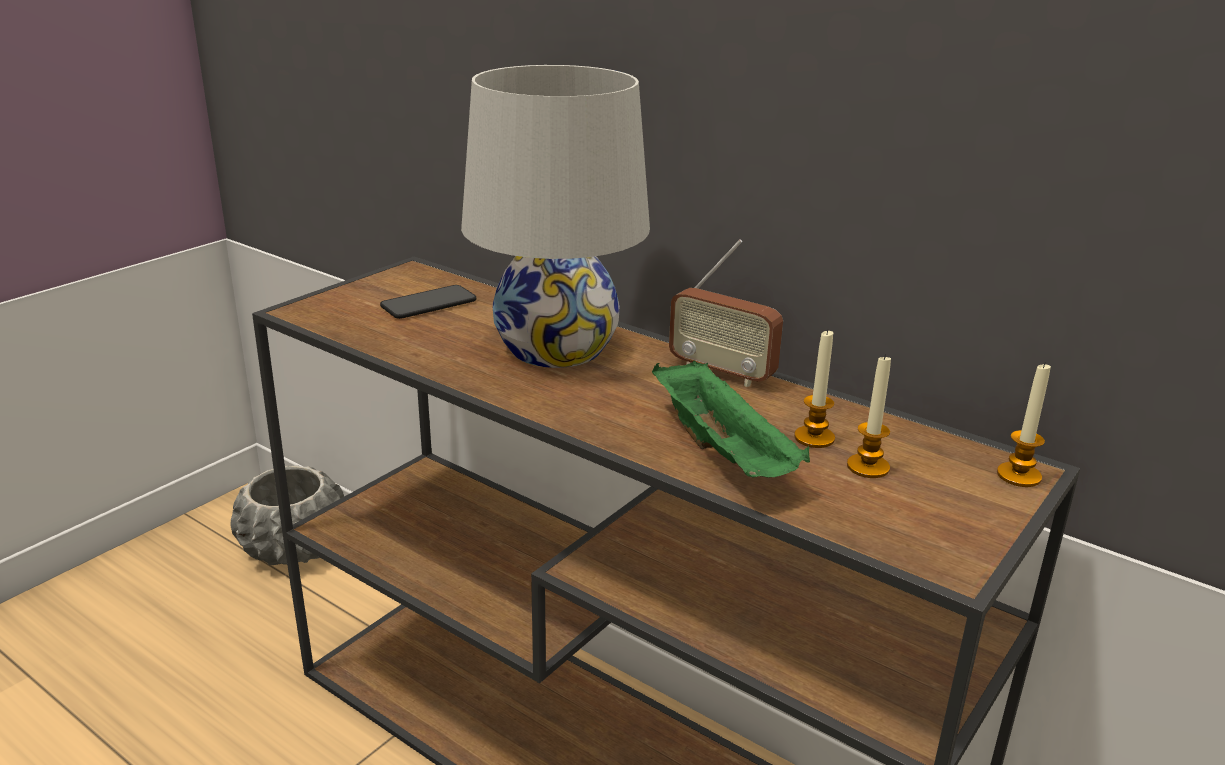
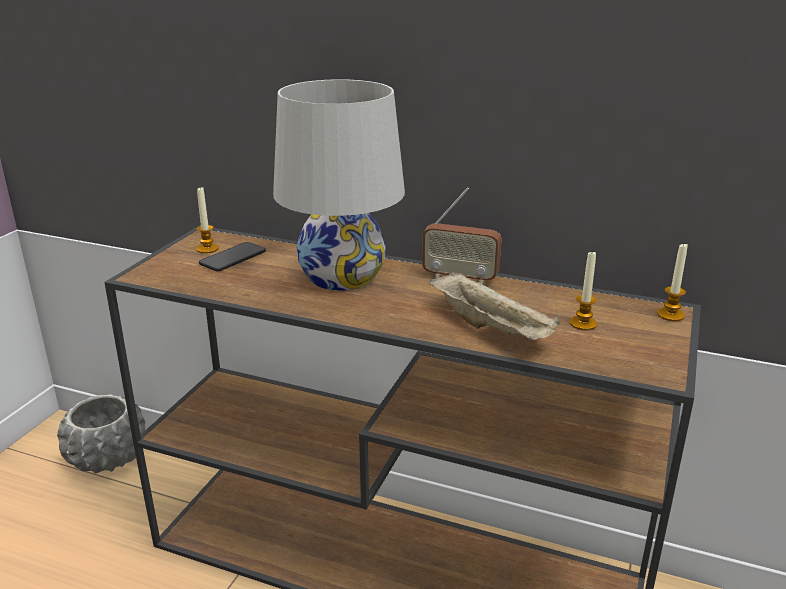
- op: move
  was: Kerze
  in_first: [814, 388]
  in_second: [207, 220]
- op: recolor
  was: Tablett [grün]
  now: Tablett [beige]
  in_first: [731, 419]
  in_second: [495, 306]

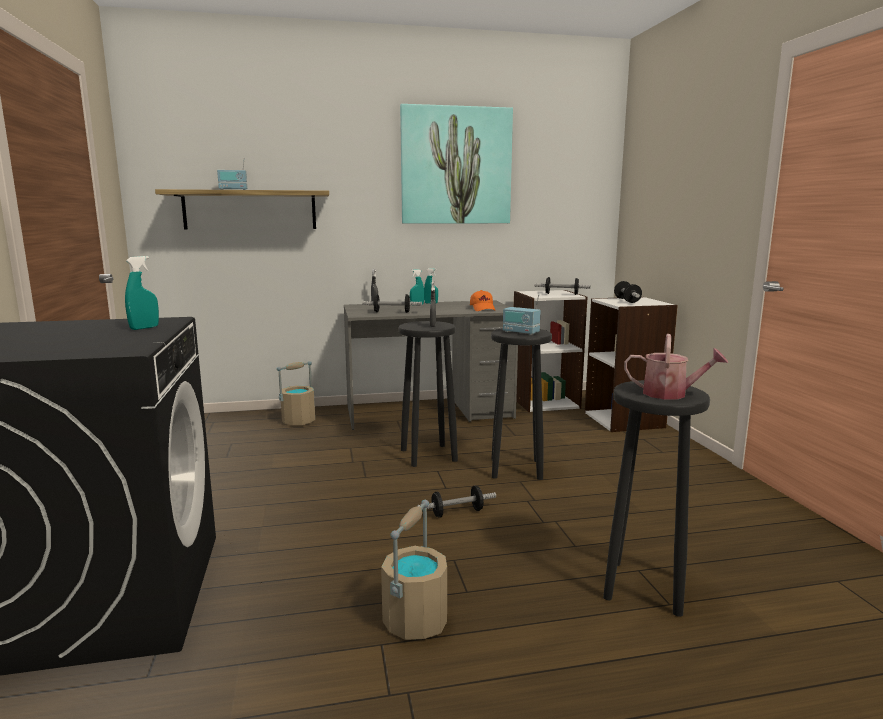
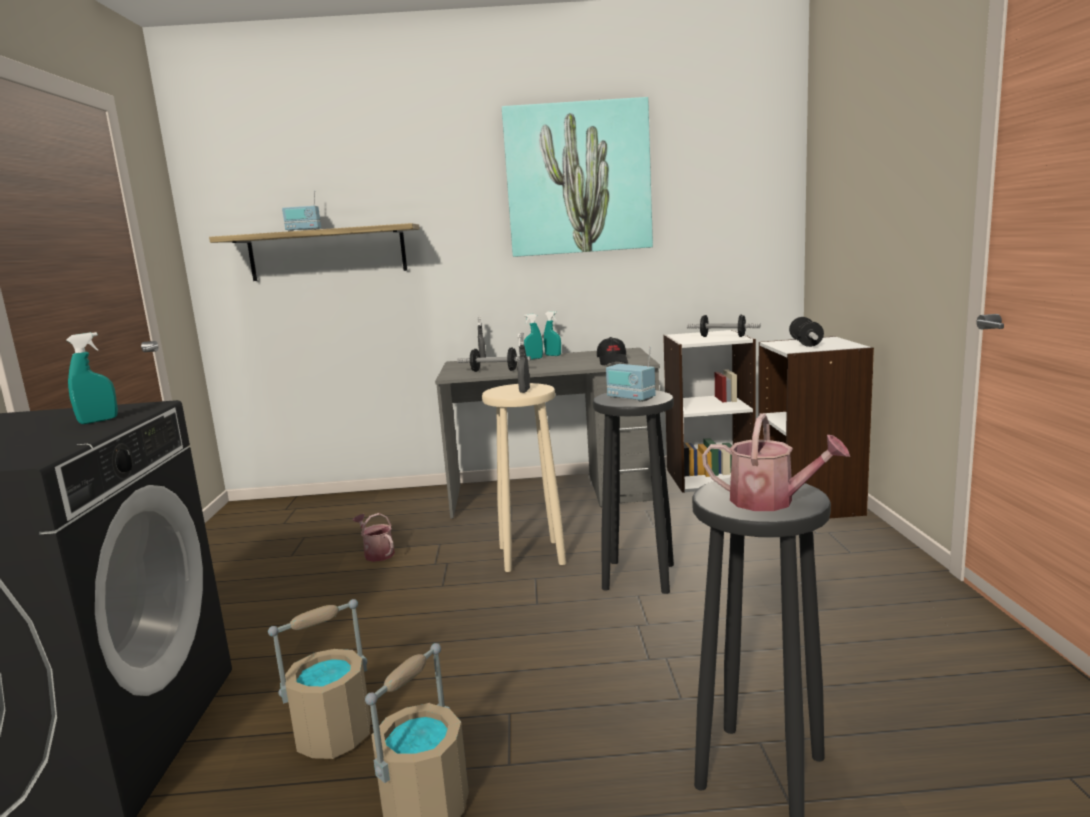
- op: recolor
  was: Kappe [orange]
  now: Kappe [schwarz]
  in_first: [482, 300]
  in_second: [612, 351]
- op: recolor
  was: Hocker [schwarz]
  now: Hocker [beige]
  in_first: [428, 394]
  in_second: [524, 477]
- op: move
  was: Eimer [beige]
  in_first: [296, 393]
  in_second: [319, 679]
- op: delete
  was: Hantel
  in_first: [456, 501]
- op: insert
  now: Gießkanne
  in_second: [374, 537]

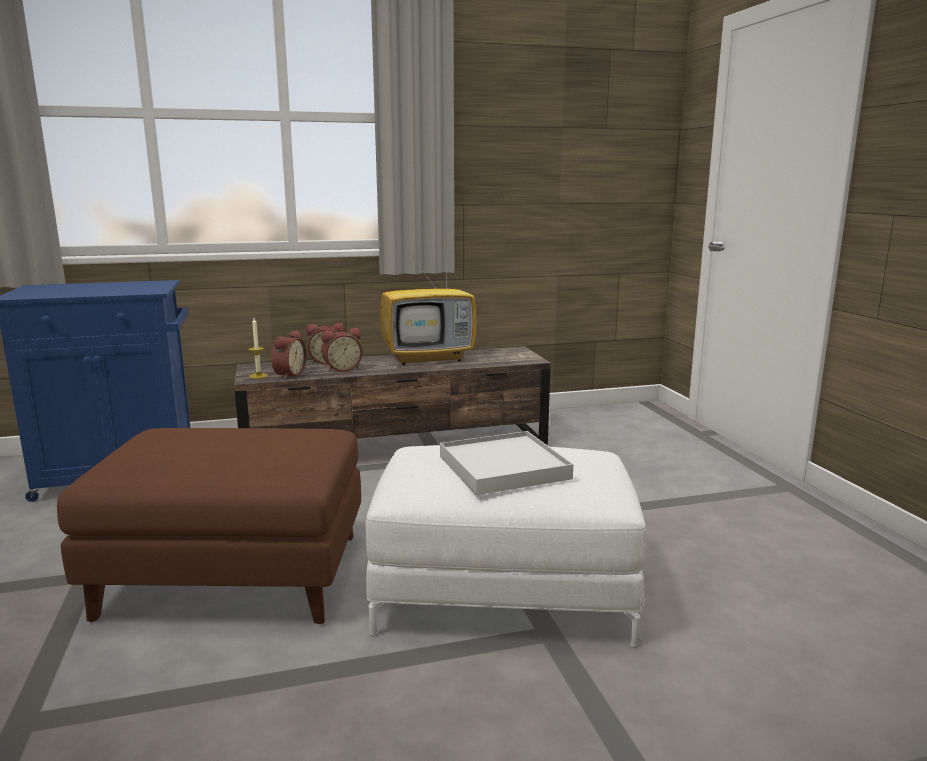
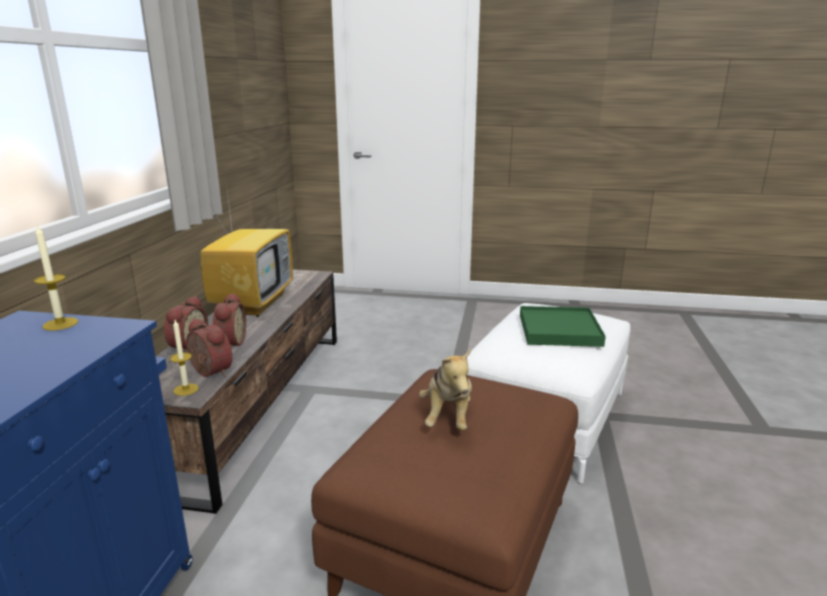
- op: recolor
  was: Tablett [weiß]
  now: Tablett [grün]
  in_first: [506, 463]
  in_second: [563, 326]
- op: insert
  now: Kerze
  in_second: [56, 277]
- op: insert
  now: Plüschtier
  in_second: [445, 390]

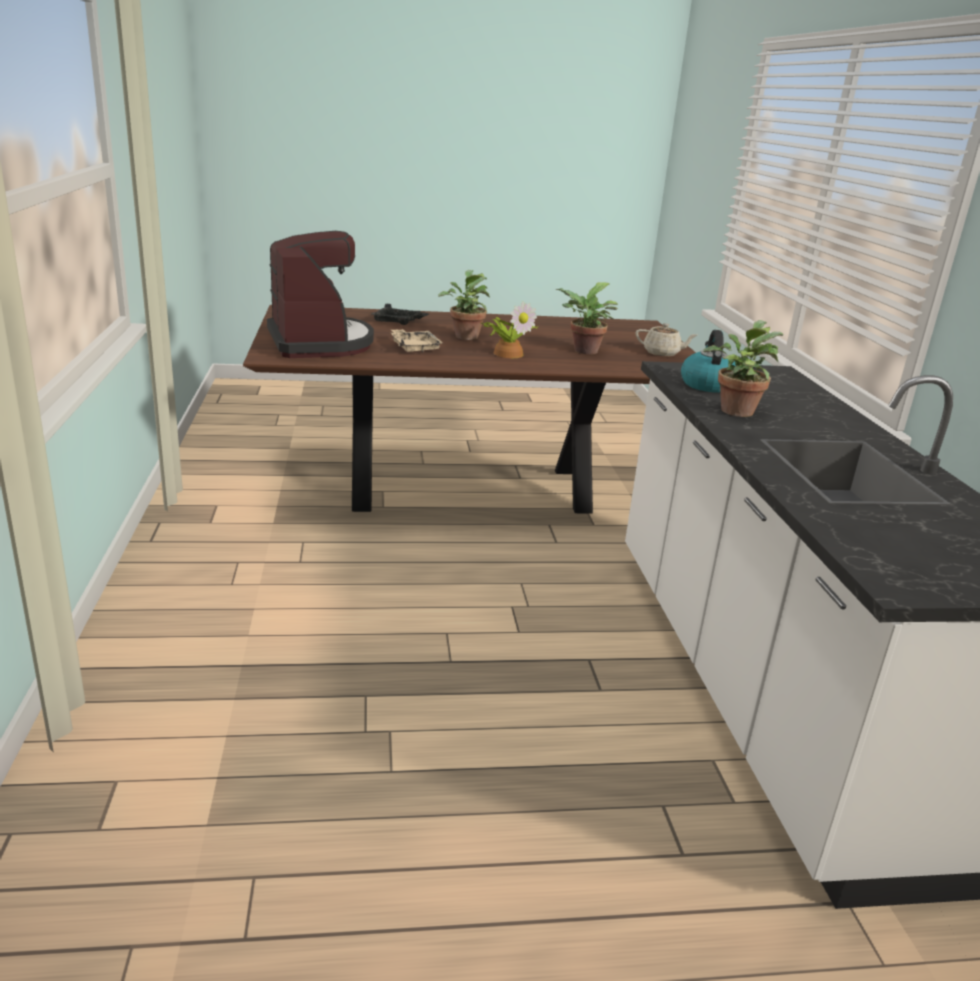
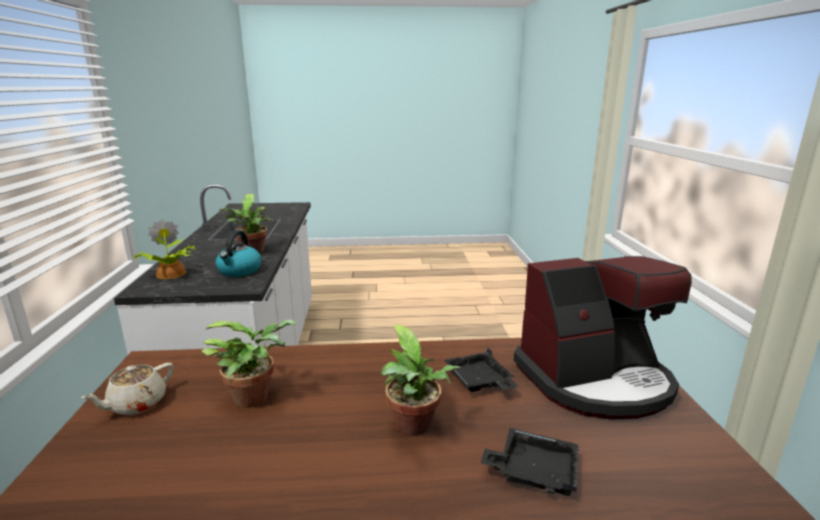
- op: rotate
  was: Kaffeemaschine
  in_first: [320, 294]
  in_second: [603, 338]
  clockwise: -90
- op: move
  was: Topfpflanze
  in_first: [509, 329]
  in_second: [164, 249]
- op: rotate
  was: Teekanne [beige]
  in_first: [666, 339]
  in_second: [127, 389]
  clockwise: -75
- op: recolor
  was: Tablett [beige]
  now: Tablett [schwarz]
  in_first: [417, 340]
  in_second: [481, 370]

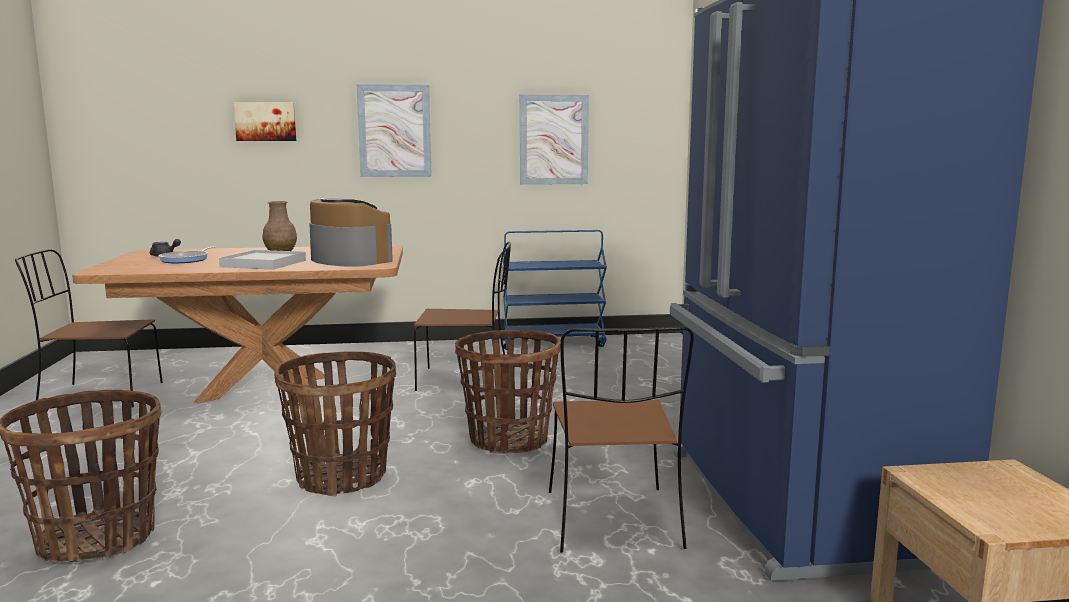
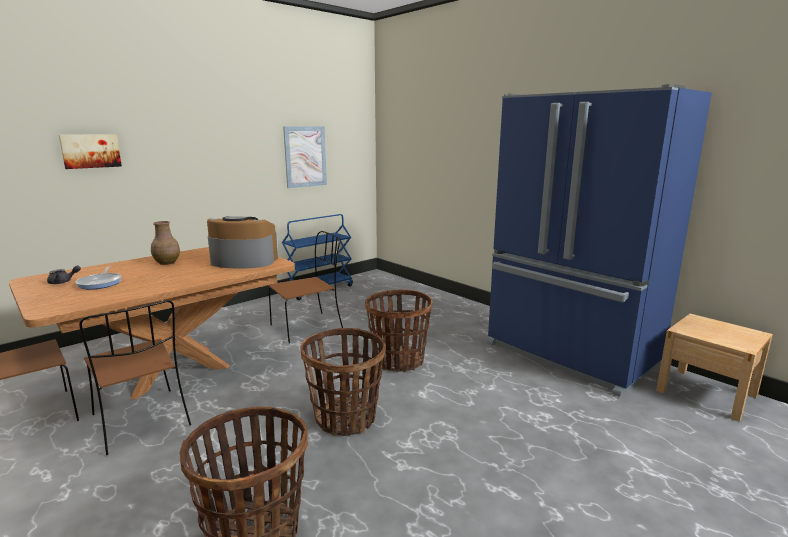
- op: delete
  was: Bild
  in_first: [394, 130]
- op: delete
  was: Tablett [weiß]
  in_first: [262, 260]
- op: move
  was: Stuhl [braun]
  in_first: [621, 439]
  in_second: [135, 377]

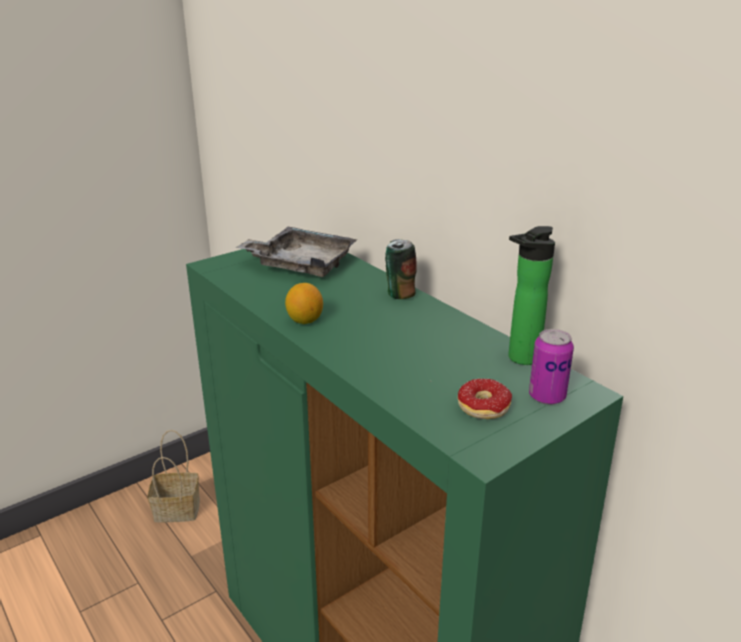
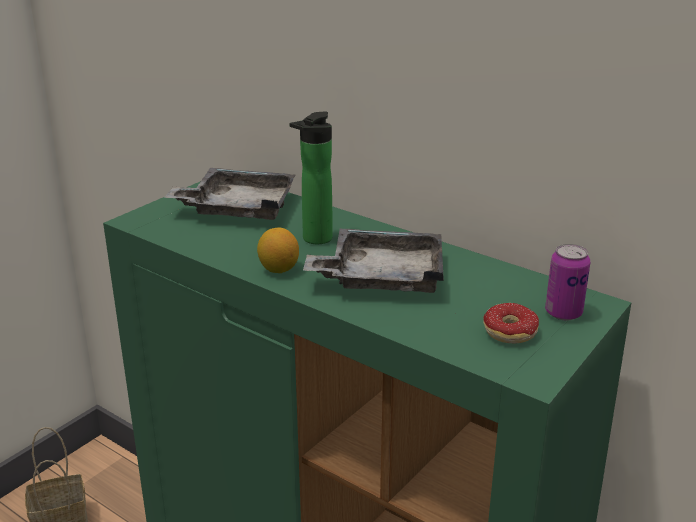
- op: move
  was: Flasche
  in_first: [531, 295]
  in_second: [311, 178]
- op: delete
  was: Dose
  in_first: [401, 269]
- op: insert
  now: Tablett [grau]
  in_second: [373, 260]

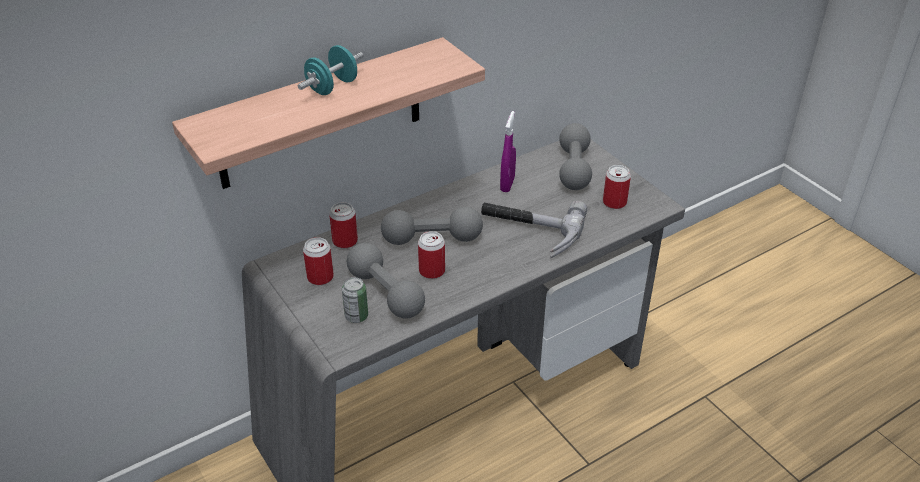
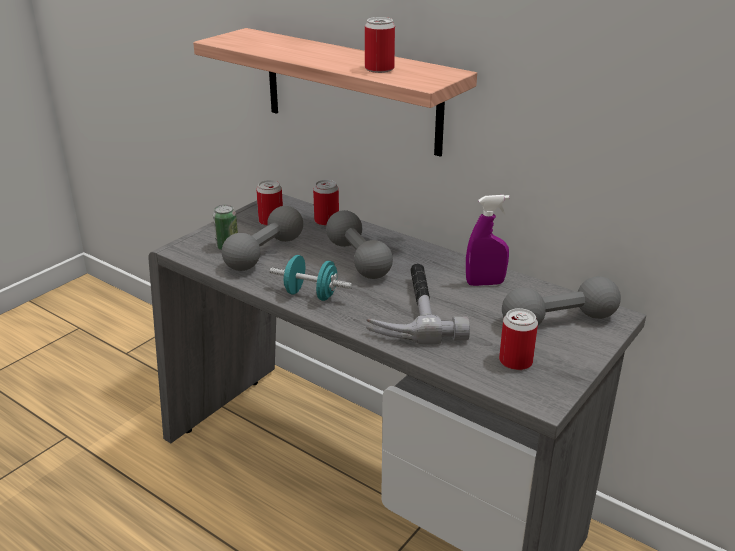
- op: move
  was: Hantel [türkis]
  in_first: [331, 70]
  in_second: [311, 278]
- op: move
  was: Dose
  in_first: [431, 255]
  in_second: [380, 45]

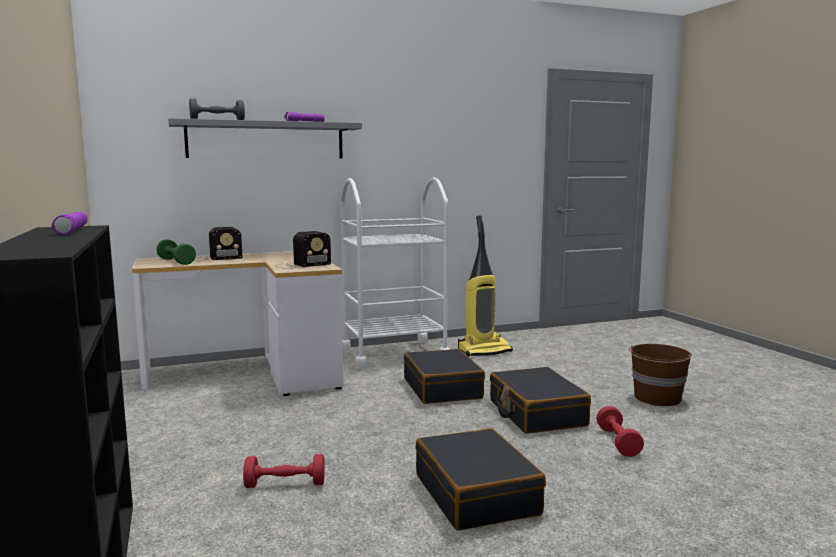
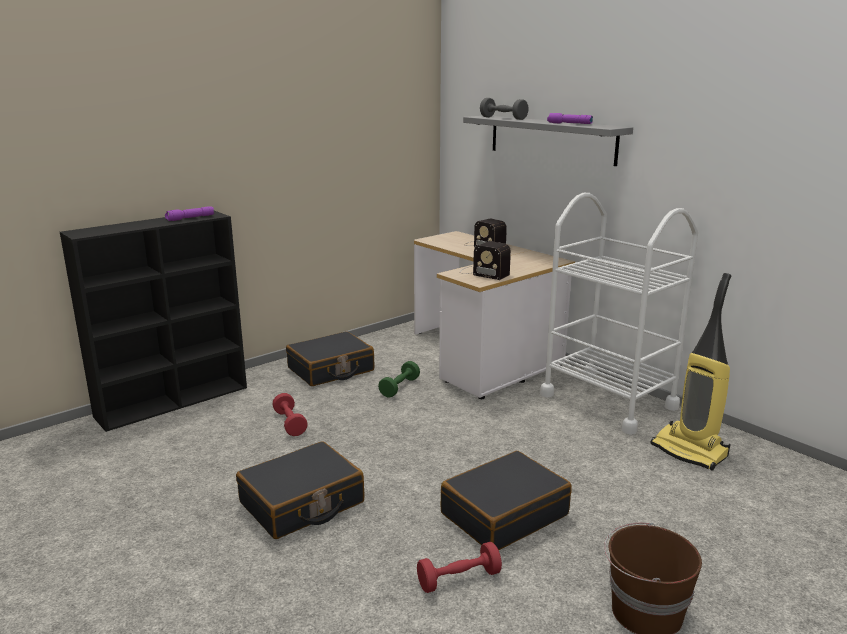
- op: move
  was: Hantel [grün]
  in_first: [176, 252]
  in_second: [399, 379]
- op: move
  was: Koffer [schwarz]
  in_first: [444, 376]
  in_second: [330, 358]

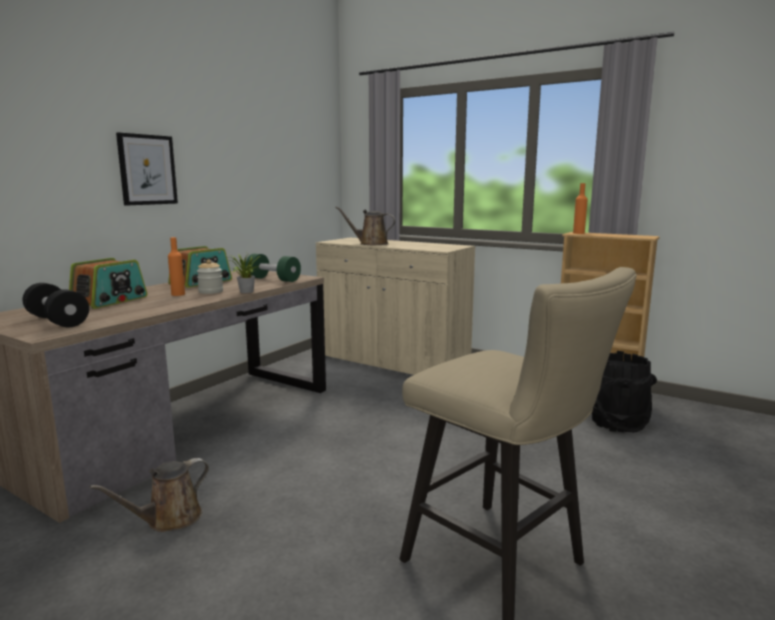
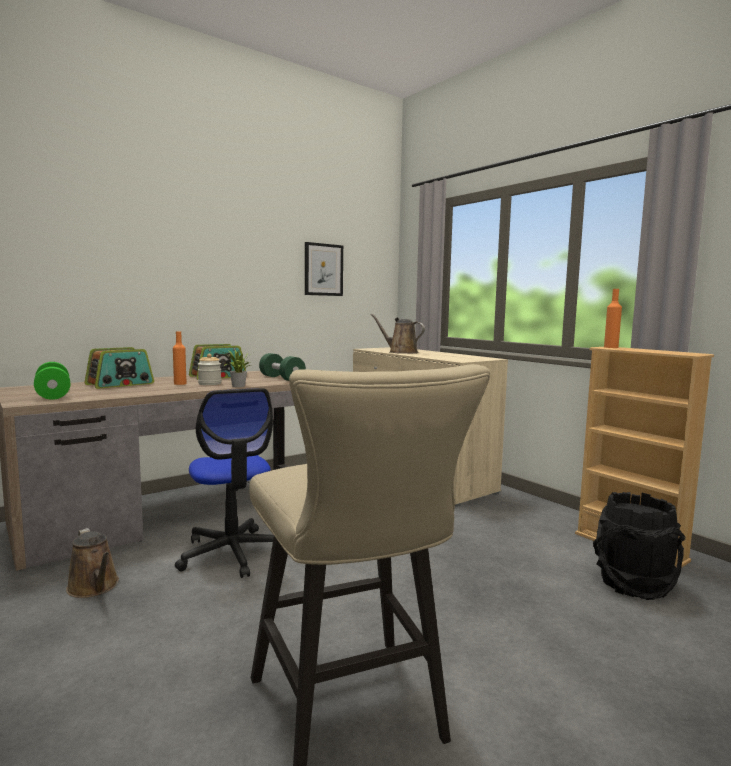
- op: move
  was: Bild
  in_first: [147, 169]
  in_second: [324, 269]
- op: recolor
  was: Hantel [schwarz]
  now: Hantel [grün]
  in_first: [55, 305]
  in_second: [52, 381]
- op: rotate
  was: Gießkanne [braun]
  in_first: [149, 495]
  in_second: [92, 563]
  clockwise: -105
- op: insert
  now: Bürostuhl
  in_second: [224, 483]

